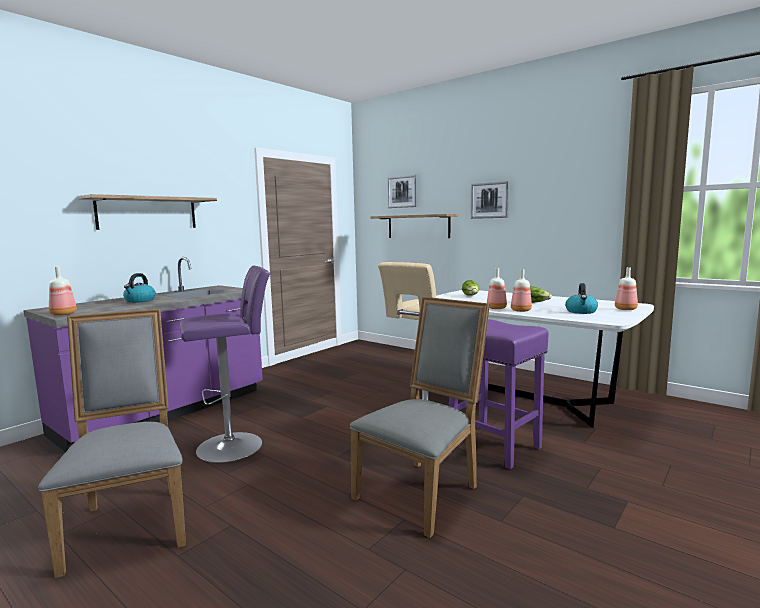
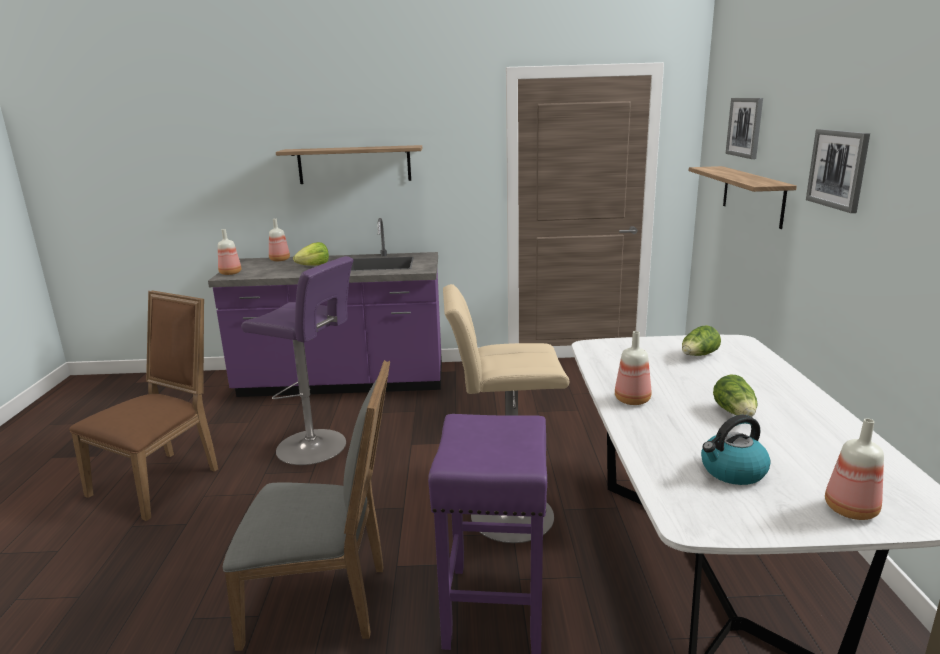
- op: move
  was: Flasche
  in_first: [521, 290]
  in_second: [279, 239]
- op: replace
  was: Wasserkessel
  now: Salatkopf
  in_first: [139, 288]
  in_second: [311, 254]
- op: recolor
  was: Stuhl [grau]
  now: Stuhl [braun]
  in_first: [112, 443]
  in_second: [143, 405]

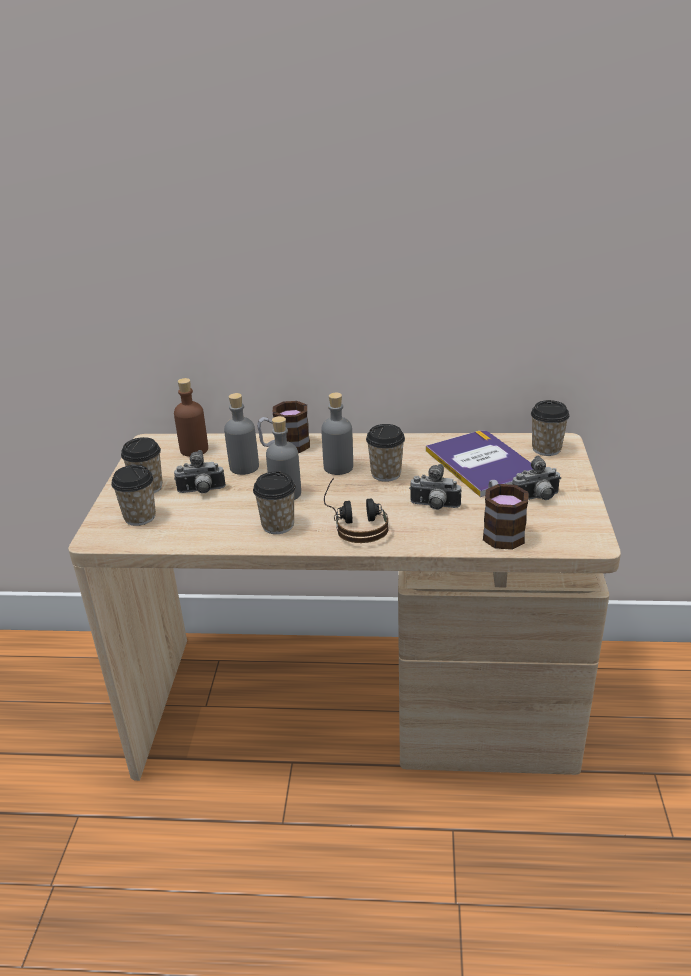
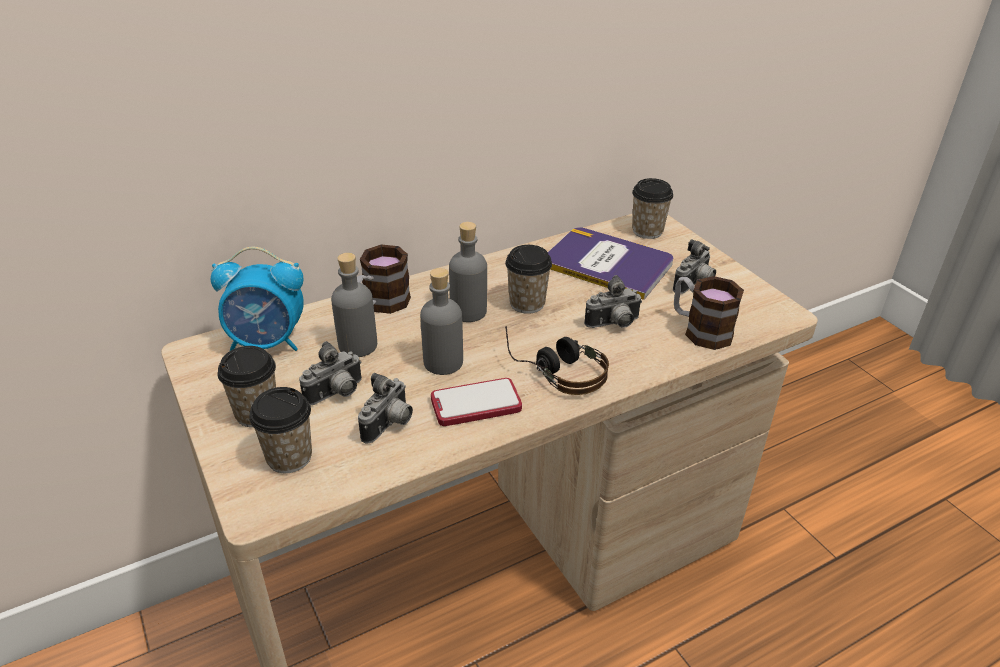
- op: replace
  was: Flasche [braun]
  now: Wecker
  in_first: [191, 417]
  in_second: [257, 299]
- op: replace
  was: Tasse
  now: Handy
  in_first: [274, 502]
  in_second: [476, 402]
- op: insert
  now: Kamera
  in_second: [385, 408]

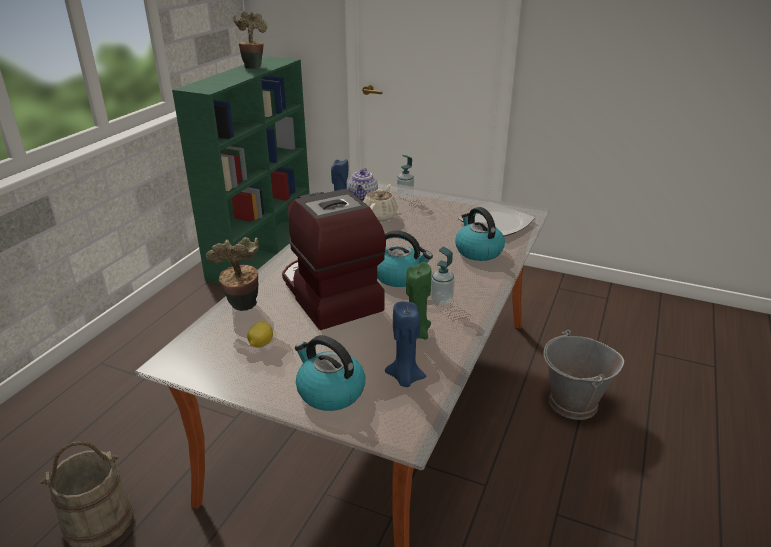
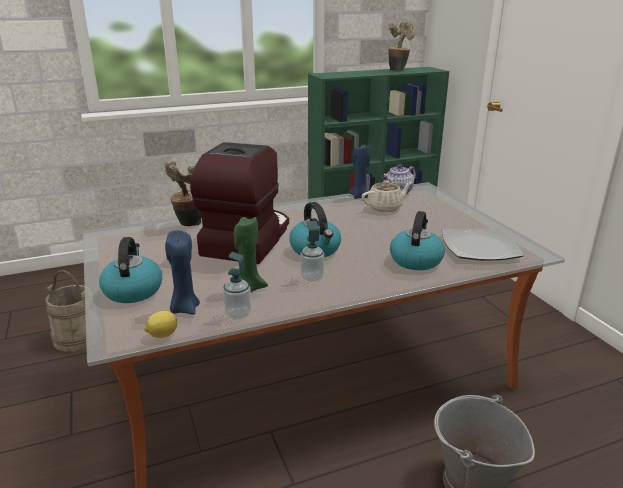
- op: move
  was: Seifenspender
  in_first: [405, 177]
  in_second: [237, 286]
- op: move
  was: Zitrone
  in_first: [260, 334]
  in_second: [160, 324]

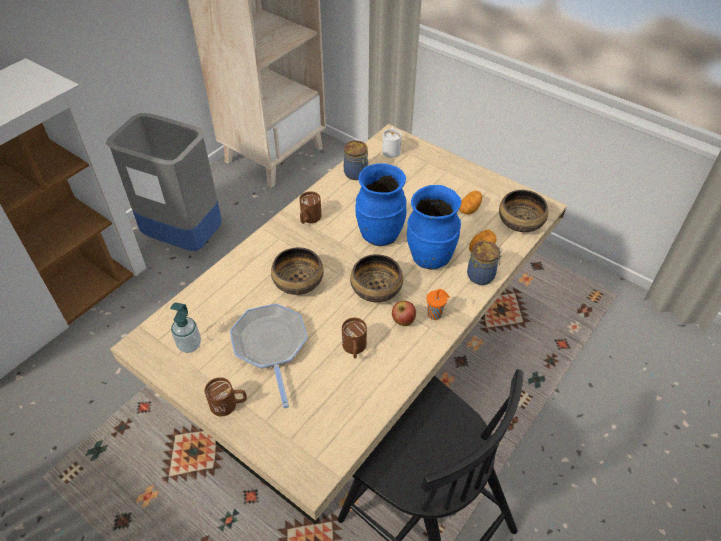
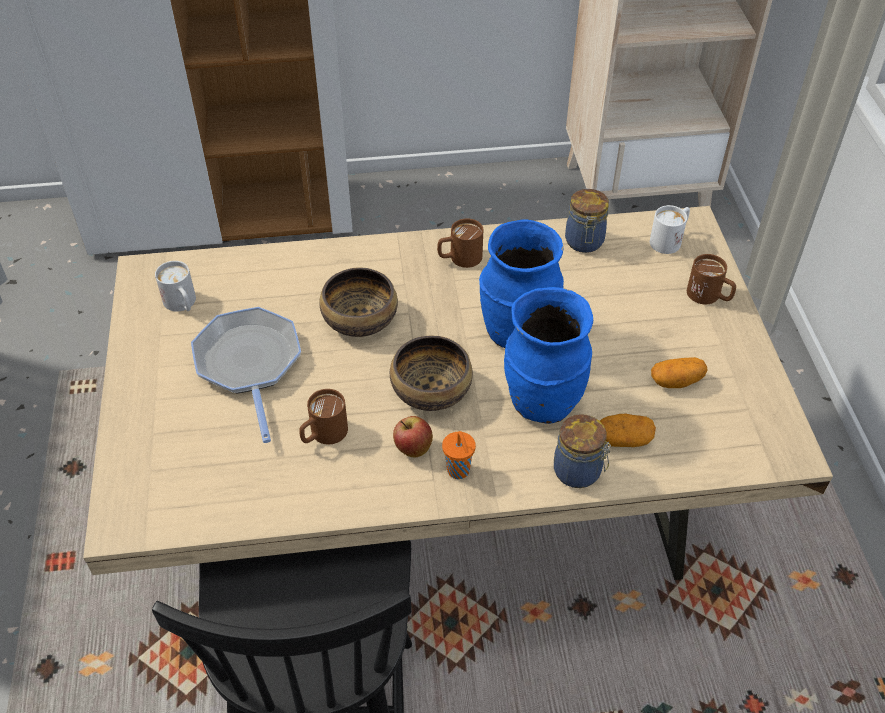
- op: delete
  was: Mülleimer [grau]
  in_first: [164, 182]
- op: delete
  was: Schüssel
  in_first: [523, 211]
- op: replace
  was: Seifenspender
  now: Henkelbecher [weiß]
  in_first: [185, 327]
  in_second: [175, 286]
- op: rotate
  was: Pfanne
  in_first: [268, 356]
  in_second: [246, 375]
  clockwise: -45
- op: move
  was: Henkelbecher [braun]
  in_first: [226, 396]
  in_second: [711, 279]

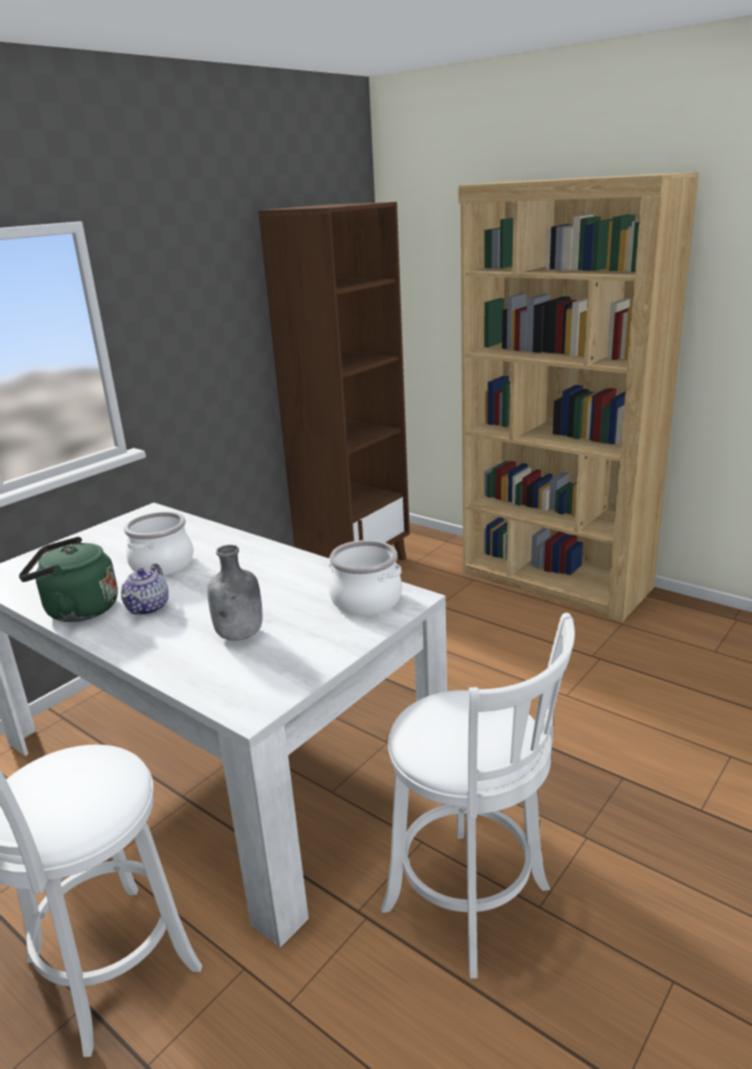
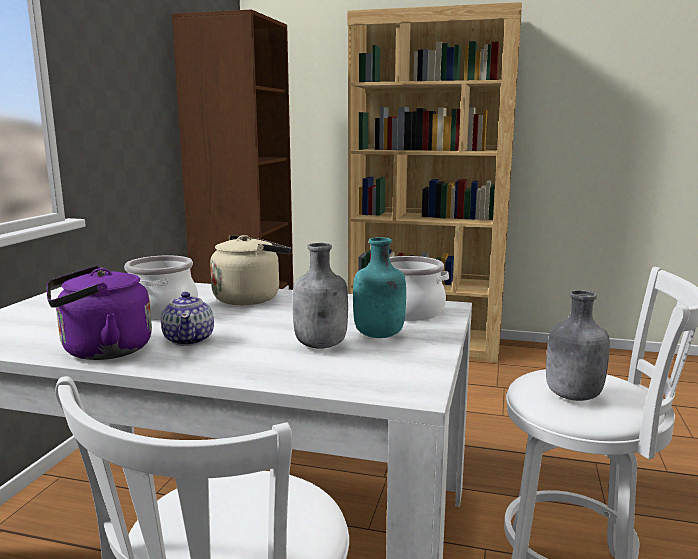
- op: recolor
  was: Wasserkessel [grün]
  now: Wasserkessel [lila]
  in_first: [68, 579]
  in_second: [99, 313]
- op: insert
  now: Wasserkessel [beige]
  in_second: [250, 270]
- op: insert
  now: Flasche [türkis]
  in_second: [379, 287]
- op: insert
  now: Flasche [grau]
  in_second: [578, 345]

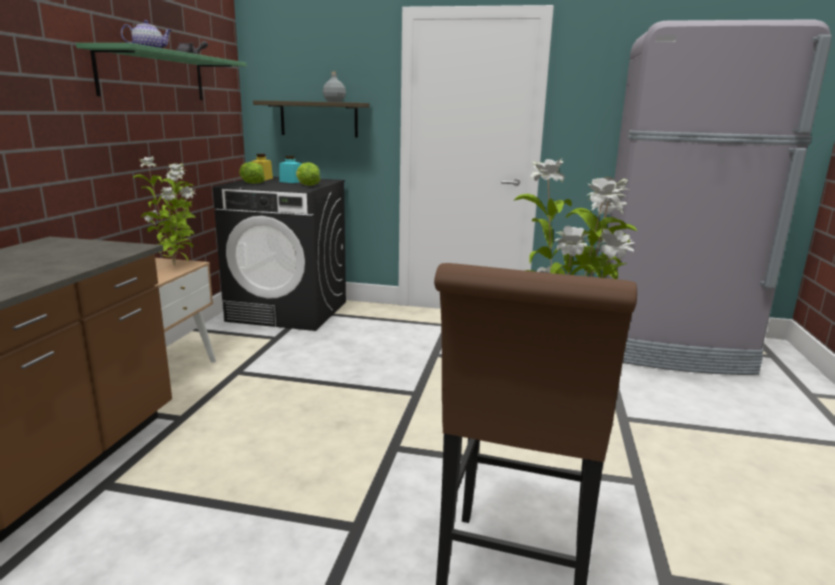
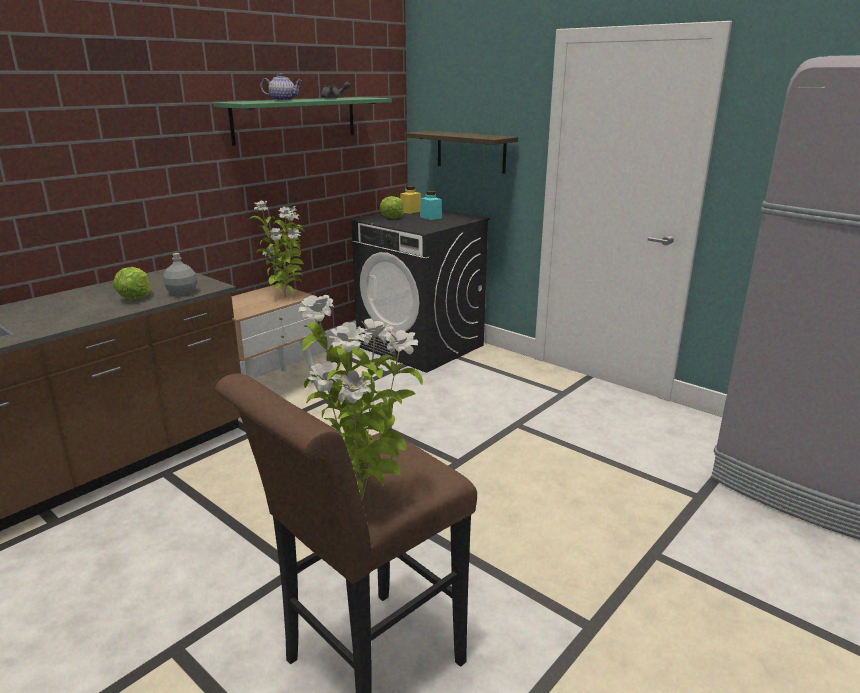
- op: move
  was: Flasche [grau]
  in_first: [334, 86]
  in_second: [180, 274]
- op: move
  was: Salatkopf
  in_first: [308, 174]
  in_second: [132, 283]

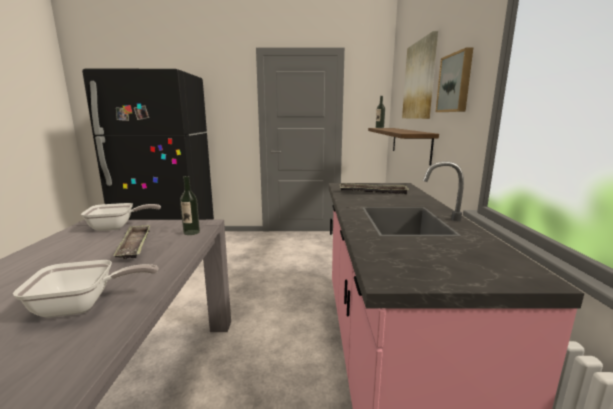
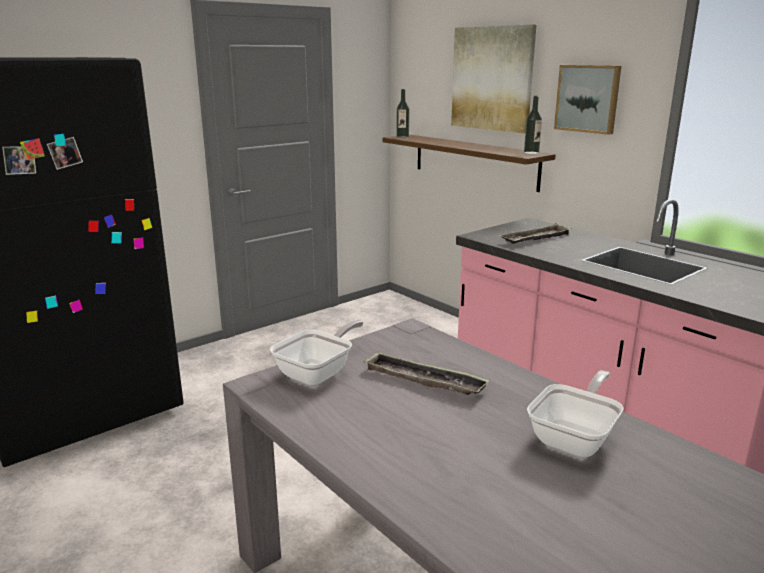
- op: move
  was: Flasche
  in_first: [190, 205]
  in_second: [533, 125]

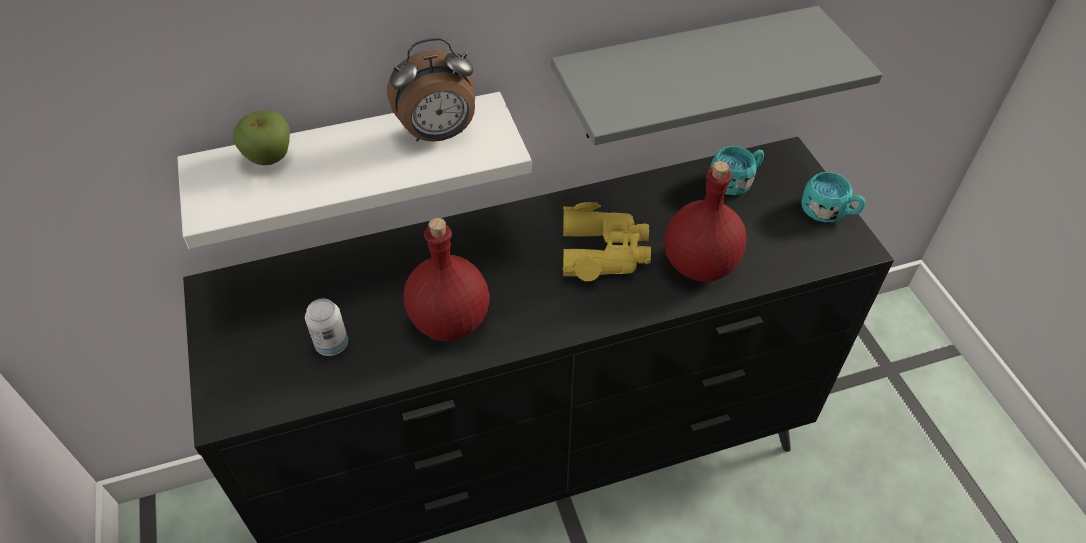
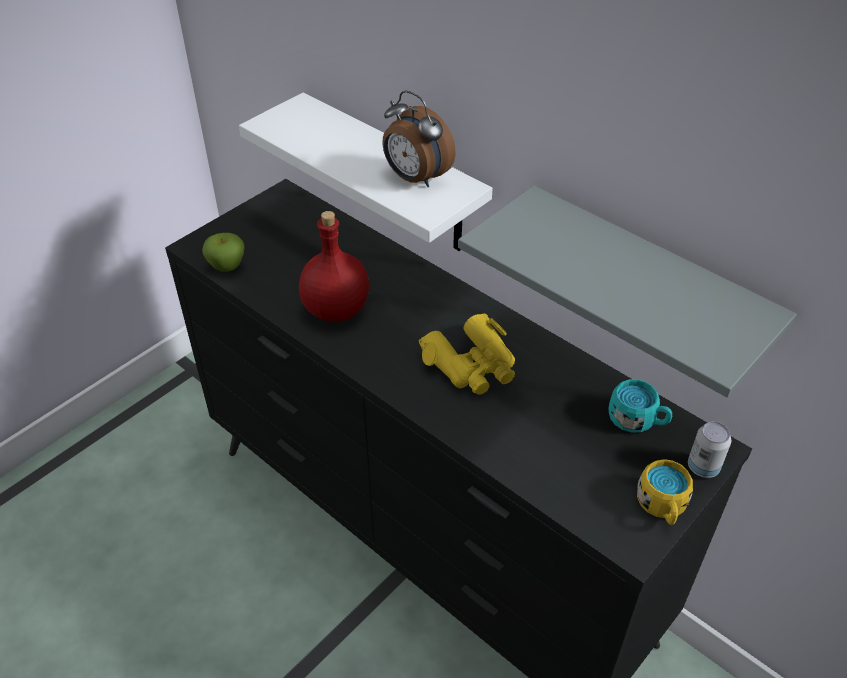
- op: move
  was: Apfel
  in_first: [261, 137]
  in_second: [223, 252]
- op: delete
  was: Flasche [rot]
  in_first: [705, 221]
- op: recolor
  was: Henkelbecher [türkis]
  now: Henkelbecher [gelb]
  in_first: [833, 197]
  in_second: [665, 492]
- op: move
  was: Dose
  in_first: [326, 327]
  in_second: [709, 450]

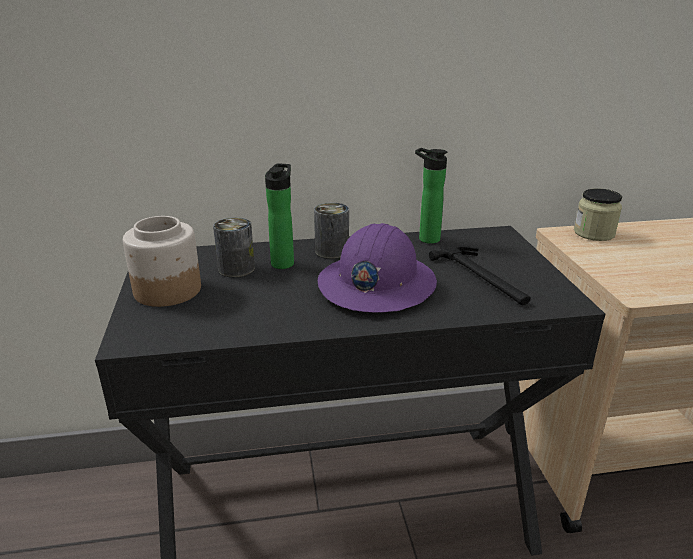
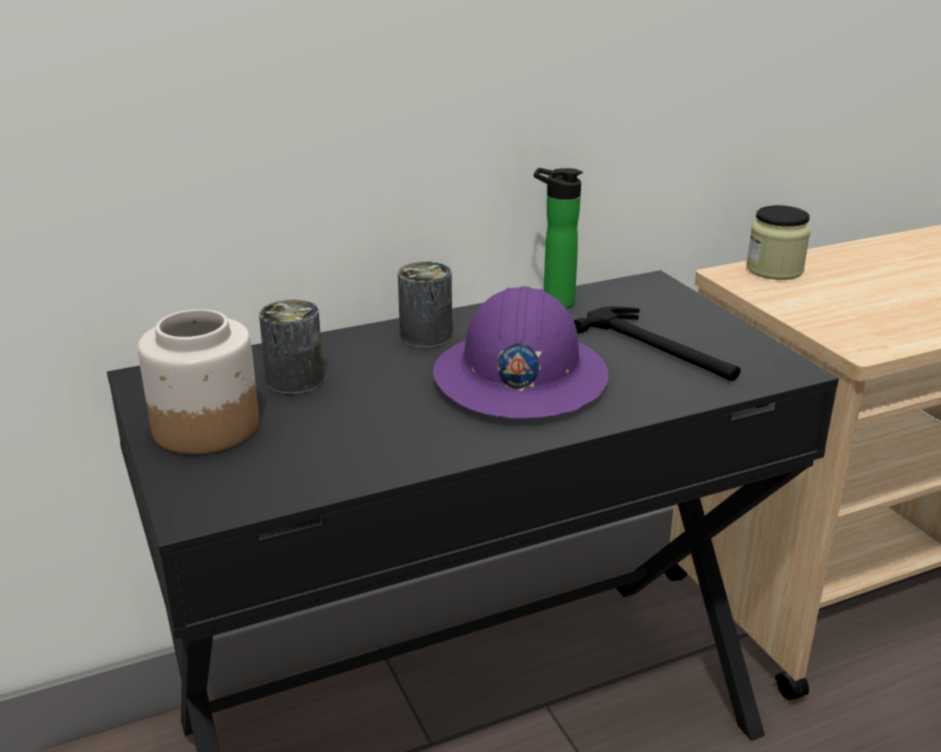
- op: delete
  was: Flasche
  in_first: [279, 216]

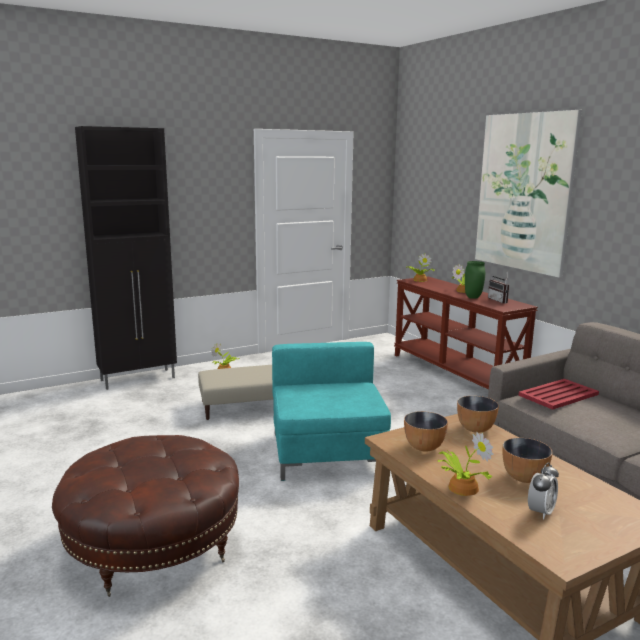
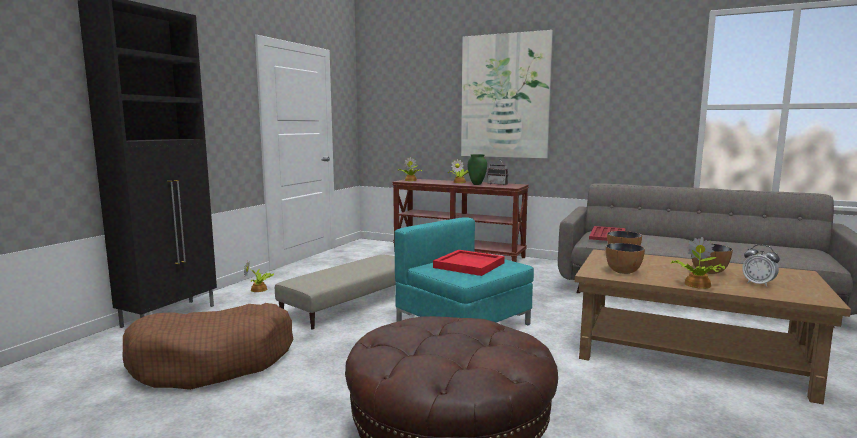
- op: rotate
  was: Wecker
  in_first: [543, 490]
  in_second: [761, 266]
  clockwise: 135
- op: insert
  now: Tablett [rot]
  in_second: [469, 263]
- op: insert
  now: Hundebett [braun]
  in_second: [208, 346]

